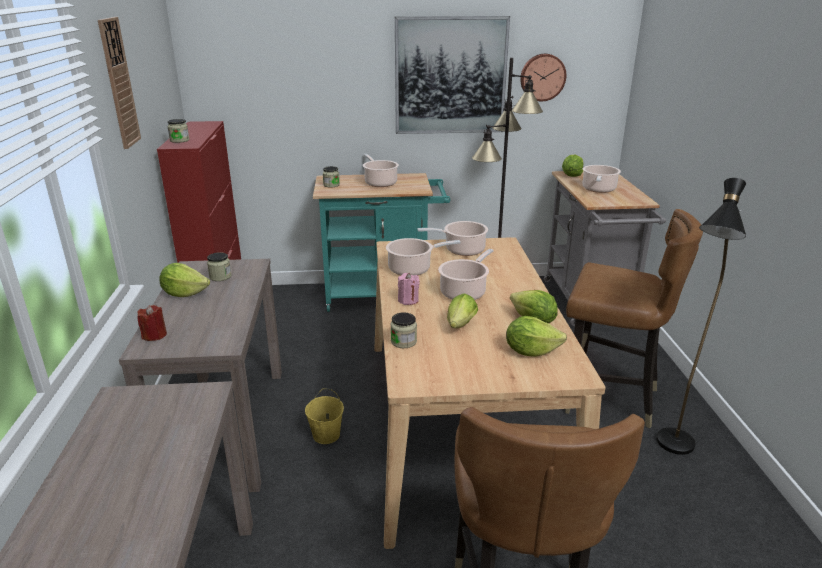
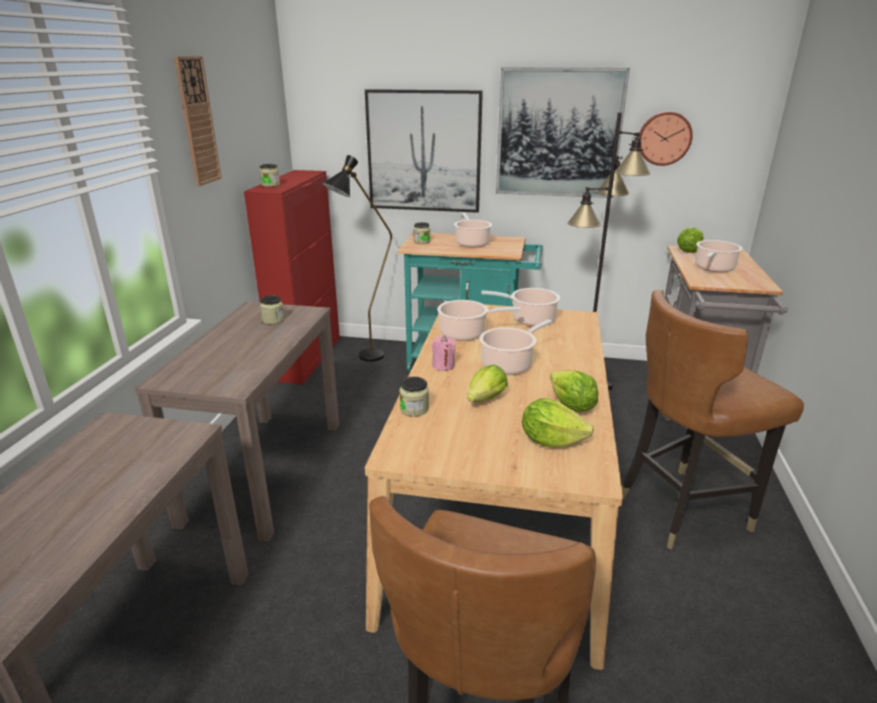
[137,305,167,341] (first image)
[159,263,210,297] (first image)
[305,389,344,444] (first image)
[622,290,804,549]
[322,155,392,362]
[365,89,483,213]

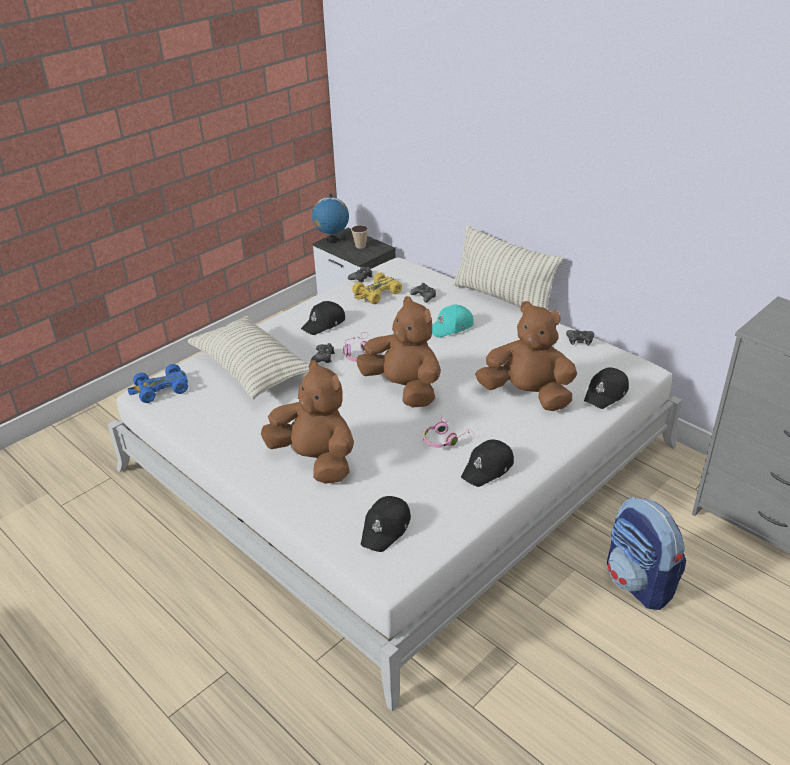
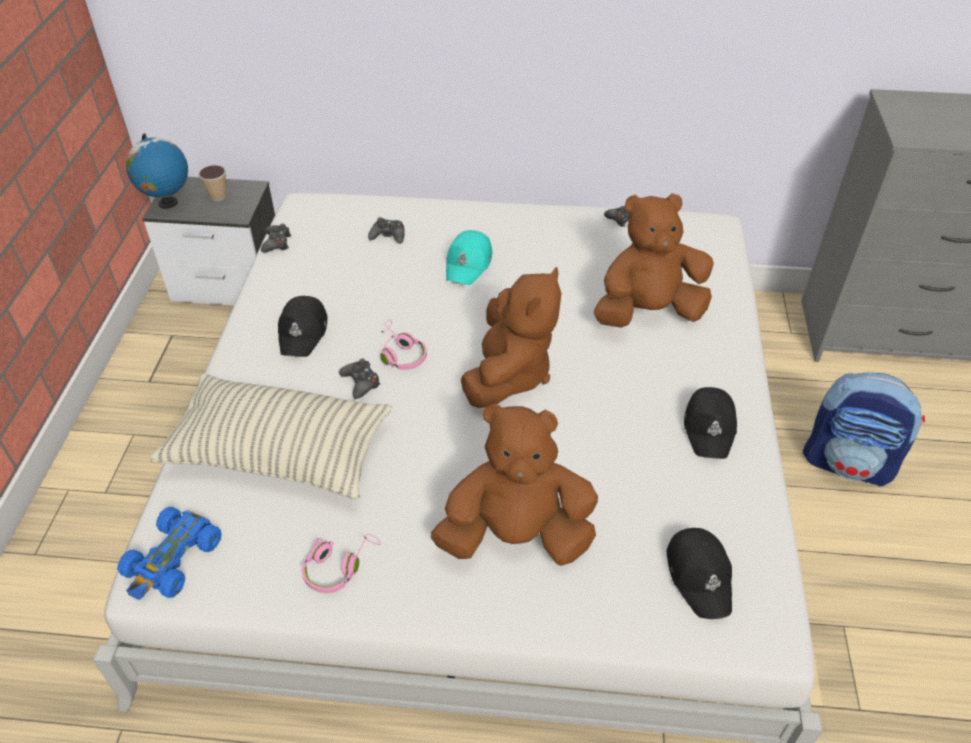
[352,272,402,304] (first image)
[461,267,561,408]
[302,534,381,593]
[453,225,563,309] (first image)
[584,367,629,409] (first image)

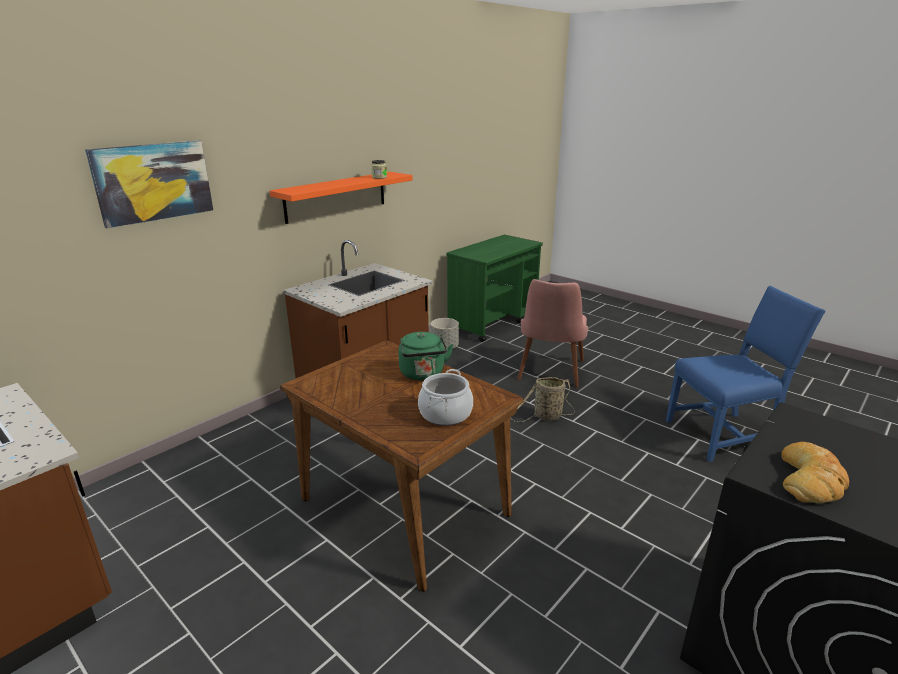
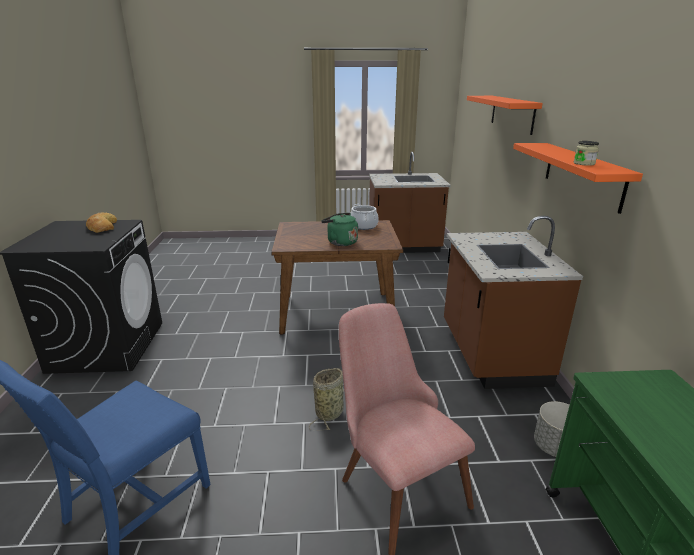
[467,96,543,135]
[350,204,379,230]

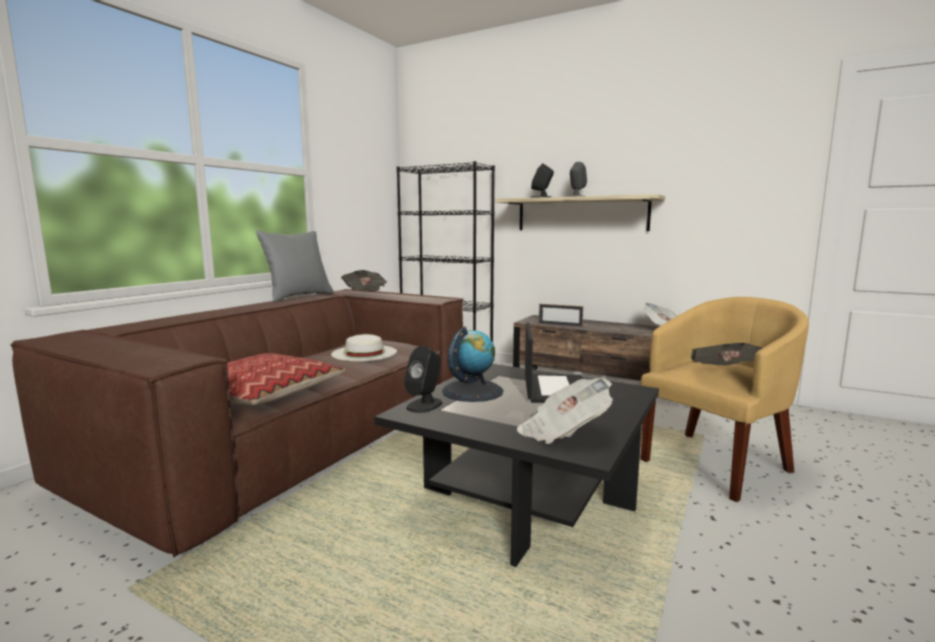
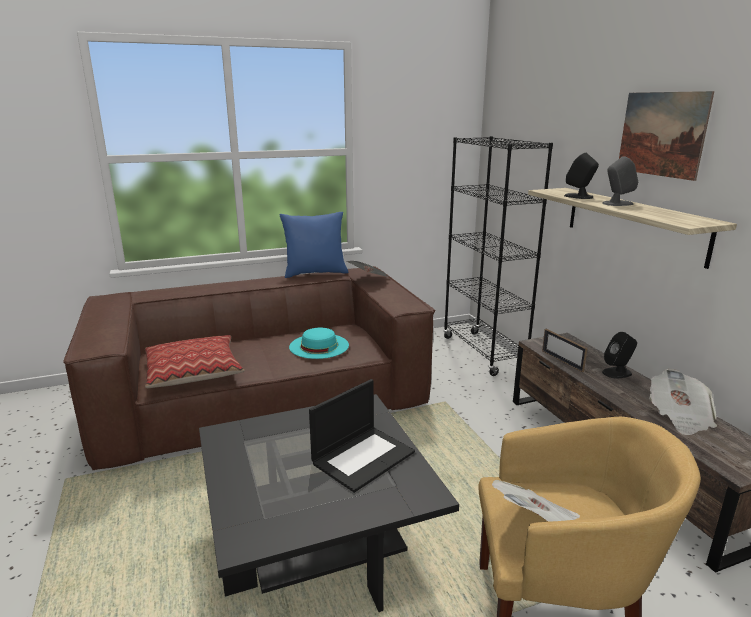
[280,212,349,278]
[289,327,349,359]
[602,332,637,378]
[442,326,504,402] (first image)
[517,378,613,444] (first image)
[619,91,714,181]

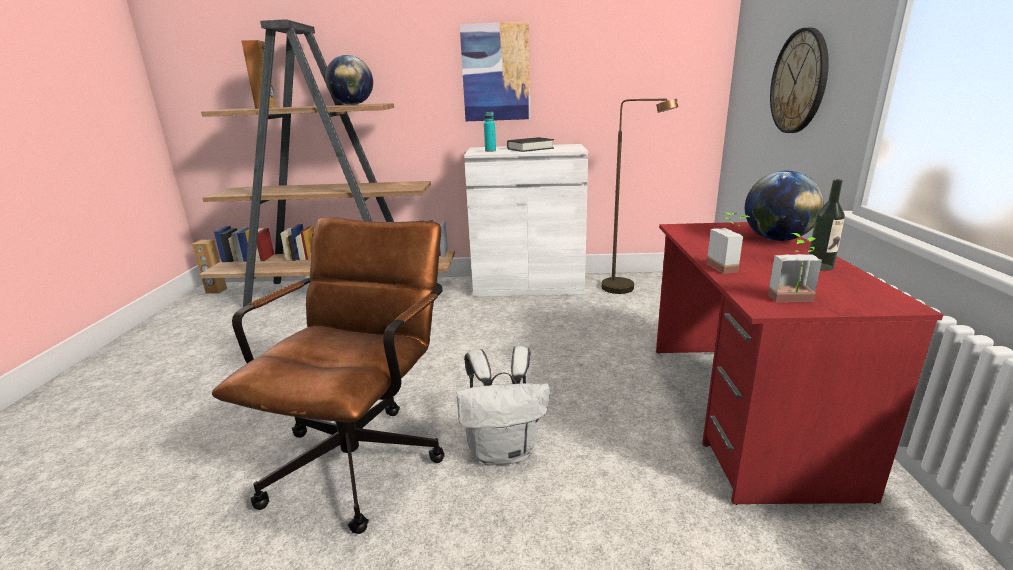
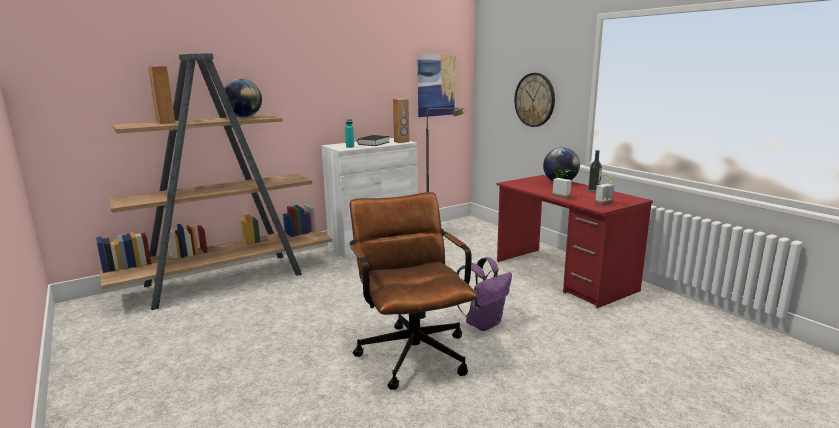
[393,99,409,143]
[457,257,512,331]
[418,55,456,117]

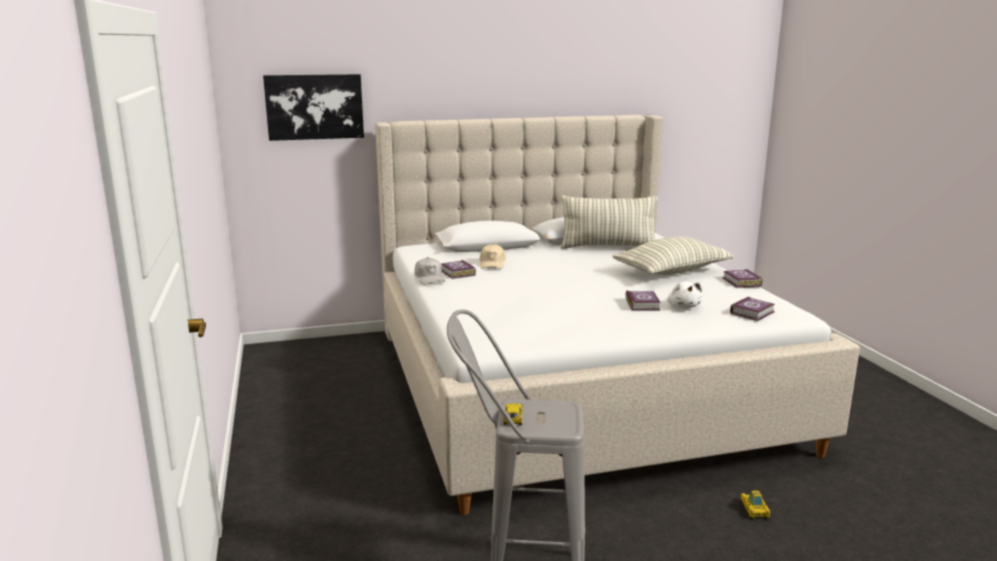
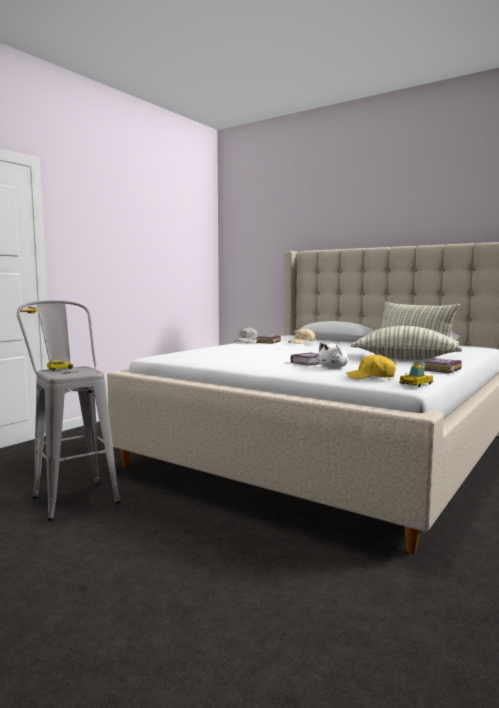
[263,74,364,141] (first image)
[346,354,396,379]
[399,363,433,387]

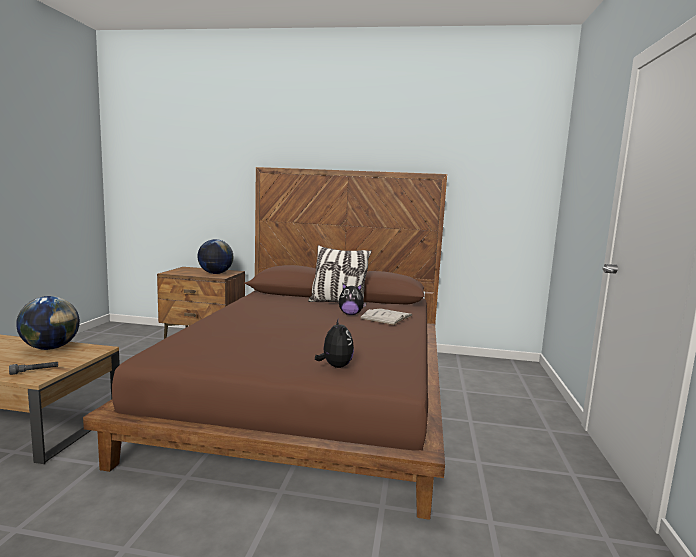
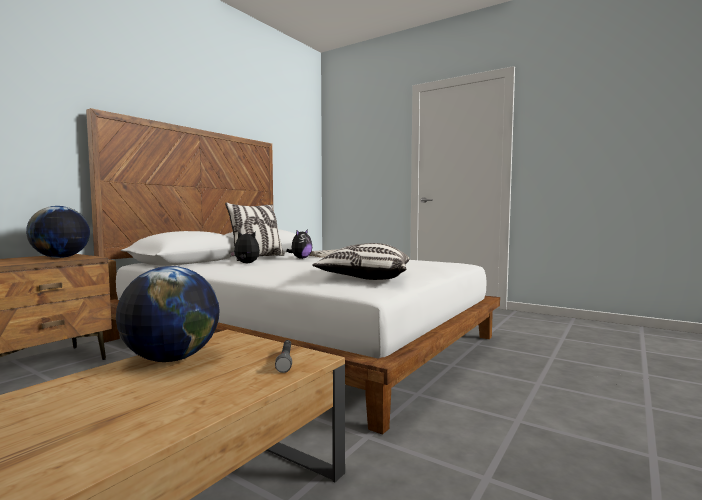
[86,108,500,434]
[230,231,260,264]
[312,243,410,280]

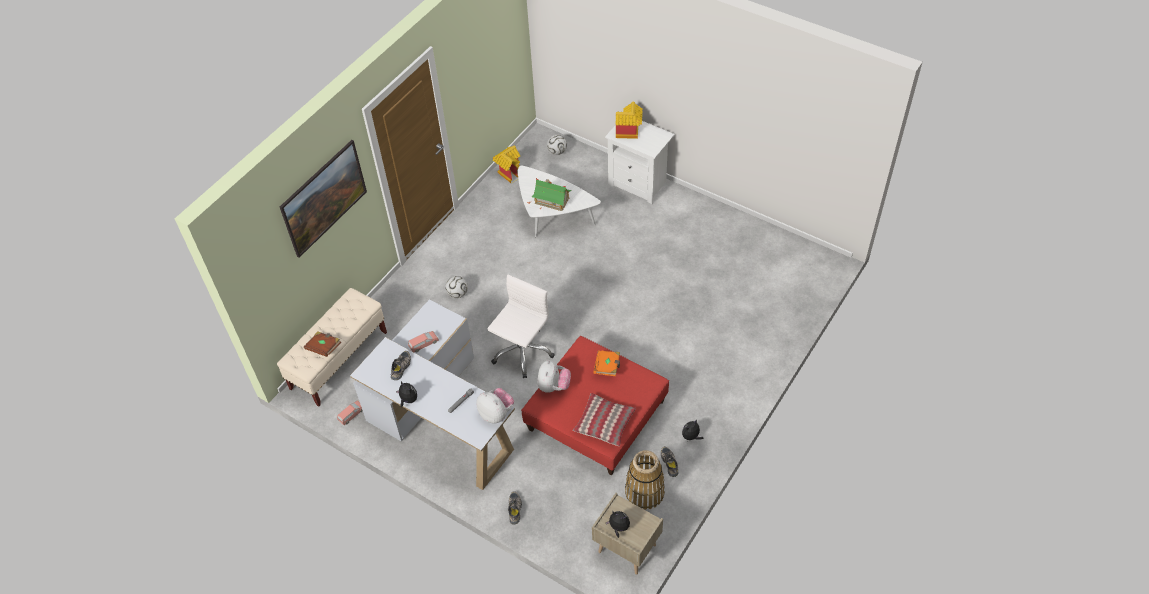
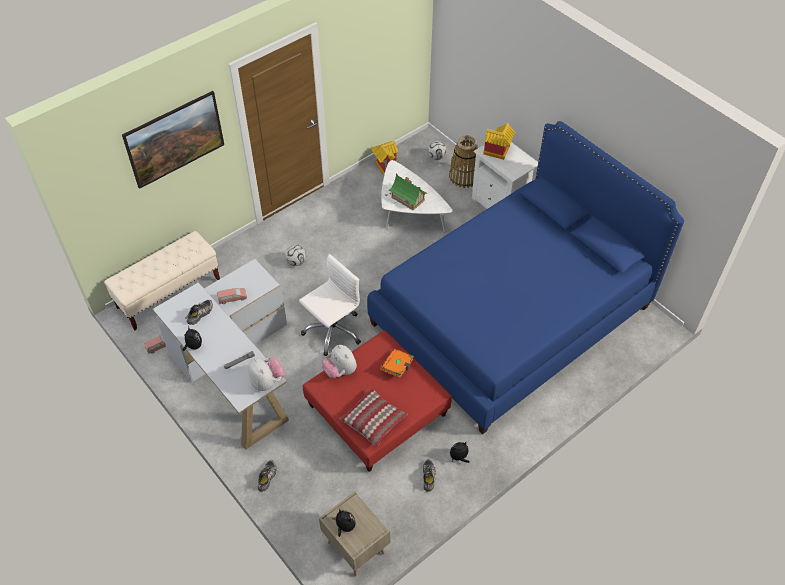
[304,331,341,357] (first image)
[322,345,357,378]
[449,135,478,188]
[367,121,684,434]

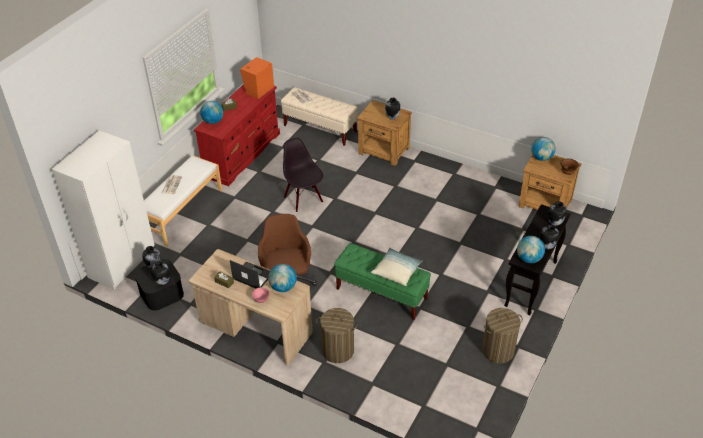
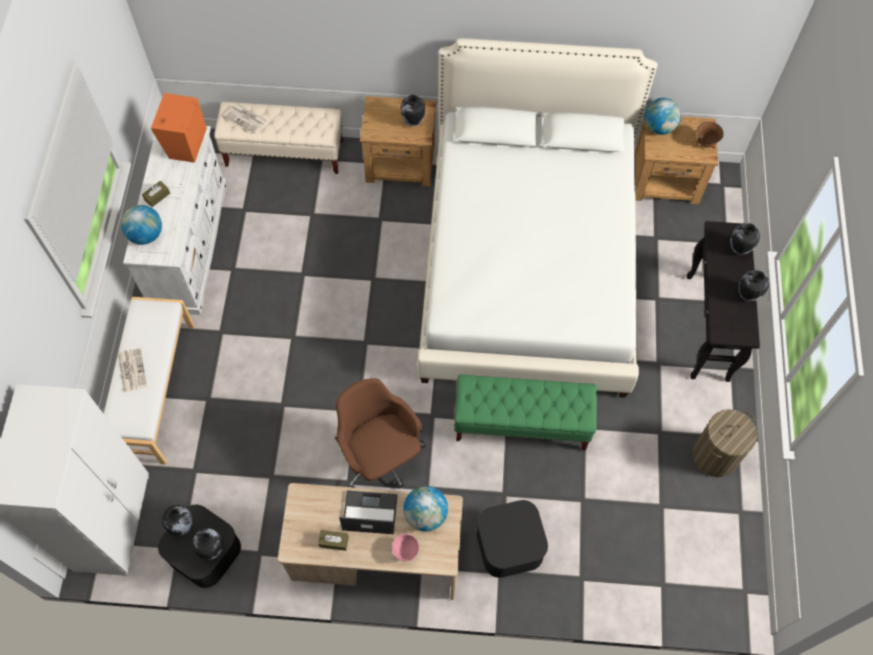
[123,126,227,315]
[283,138,323,212] (first image)
[477,500,548,578]
[371,248,423,286] (first image)
[517,236,545,263] (first image)
[417,38,658,398]

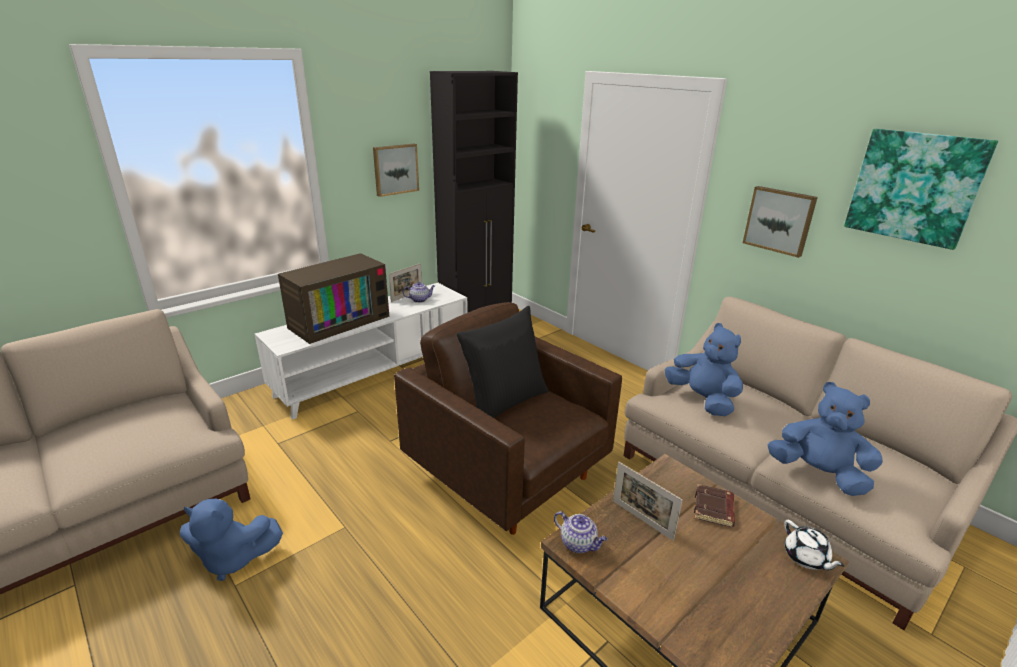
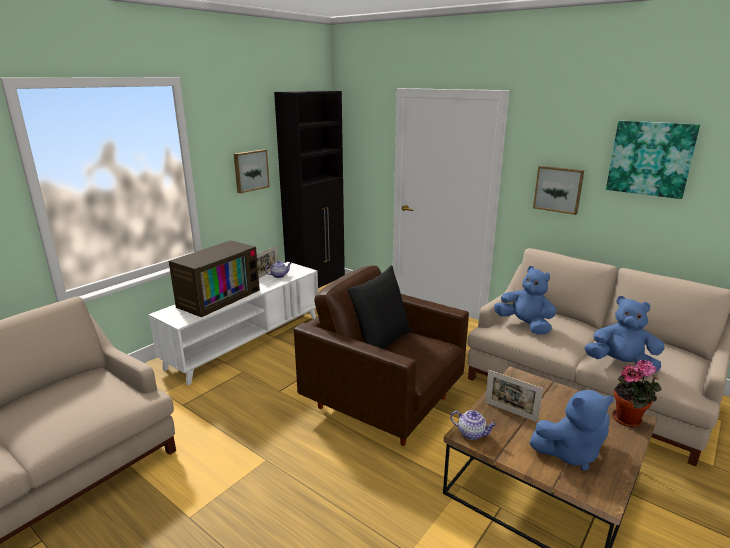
[529,390,614,471]
[694,484,735,527] (first image)
[612,360,662,427]

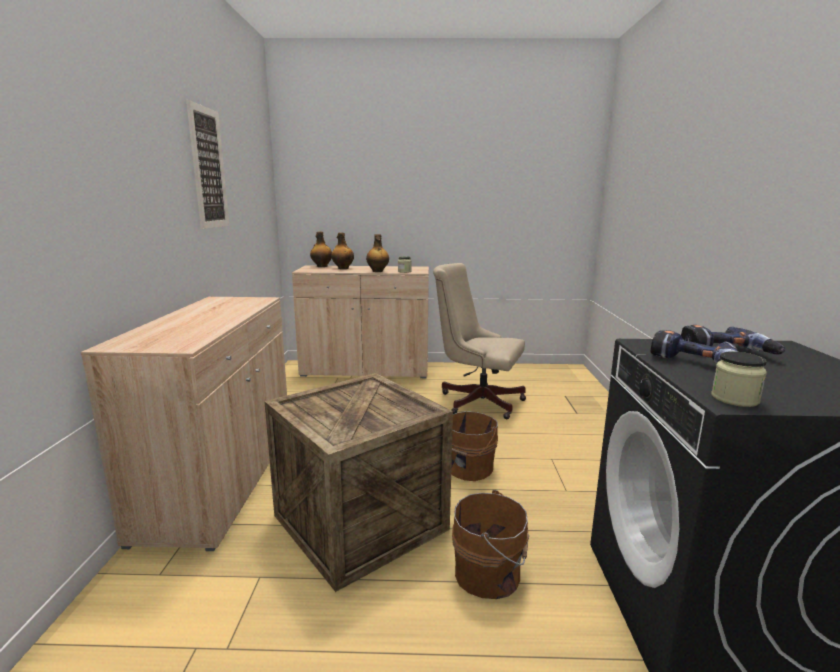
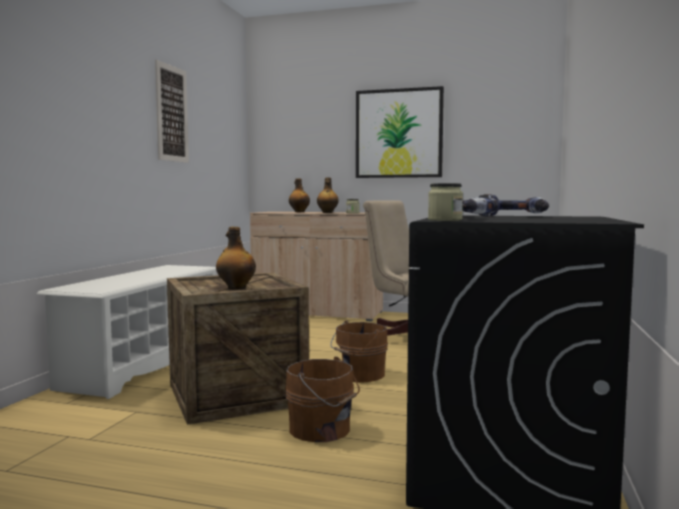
[37,265,216,399]
[216,227,256,290]
[356,86,444,178]

